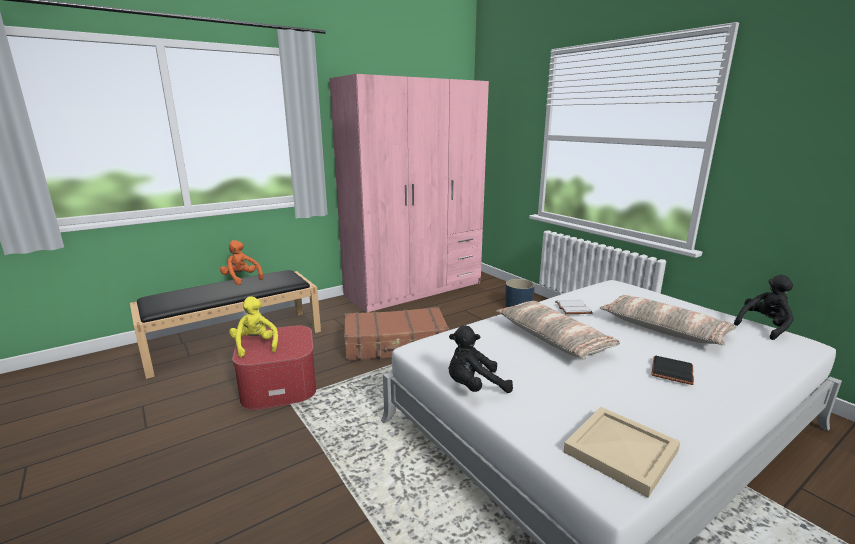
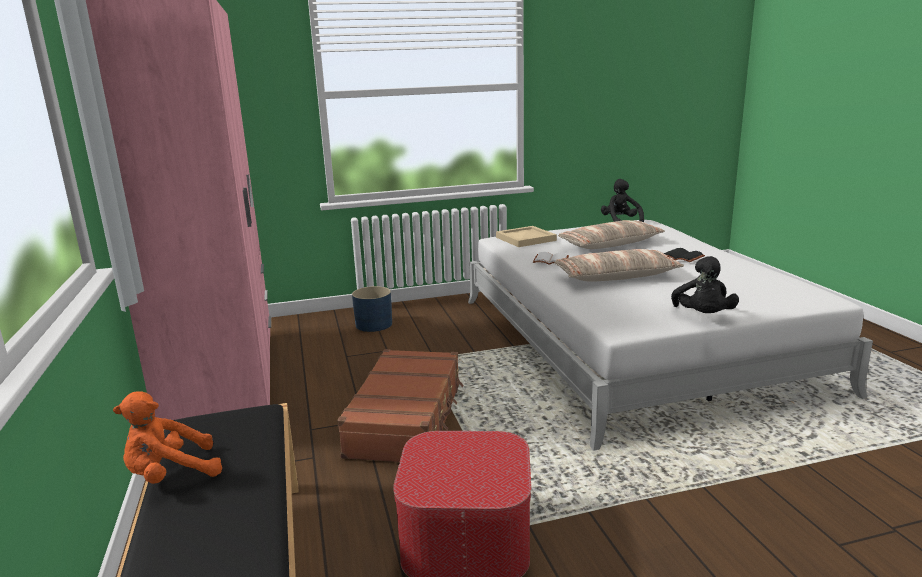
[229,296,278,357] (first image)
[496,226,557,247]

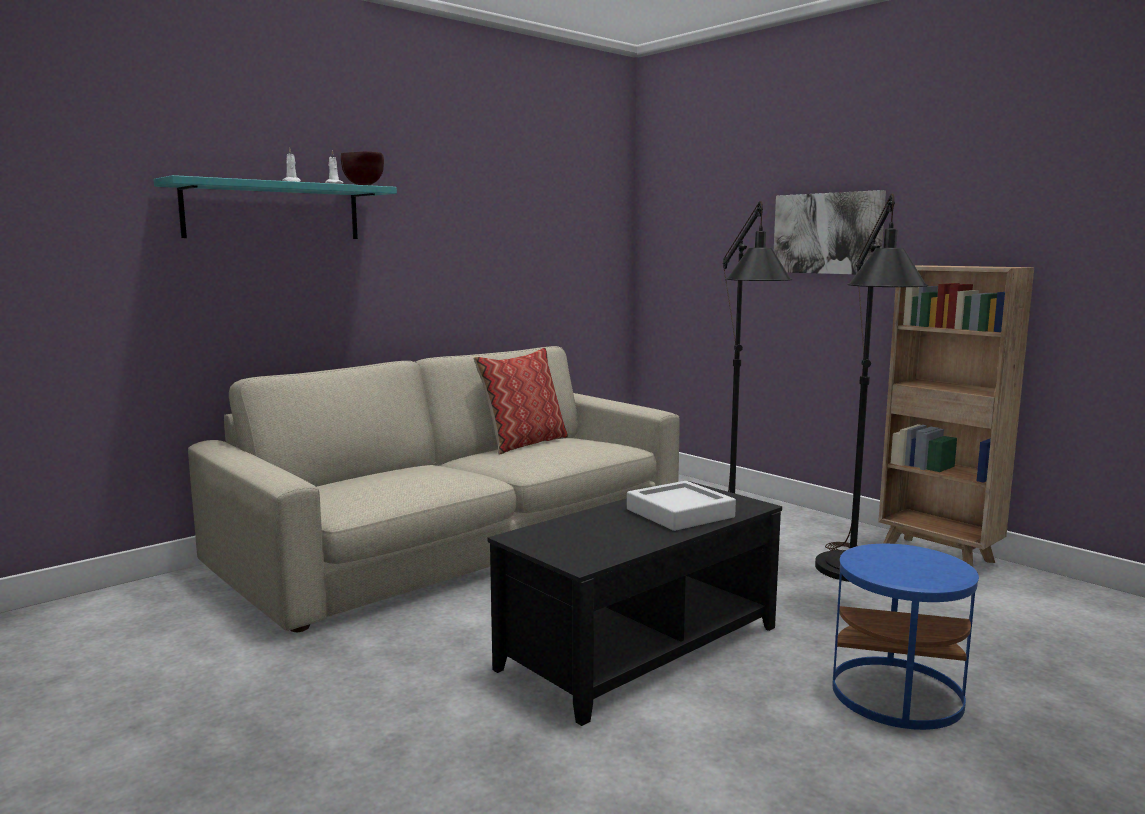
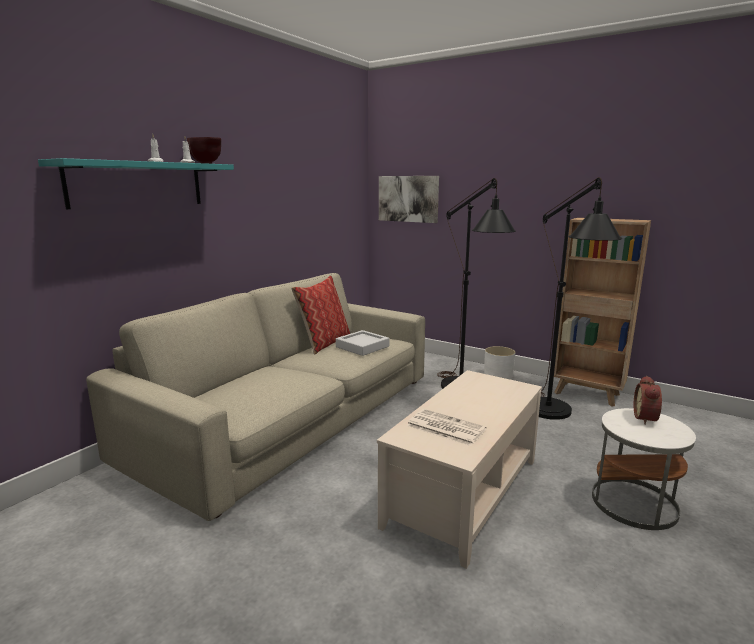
[377,370,542,569]
[336,330,389,356]
[379,176,439,223]
[592,408,696,530]
[407,409,486,446]
[484,346,516,380]
[634,376,662,425]

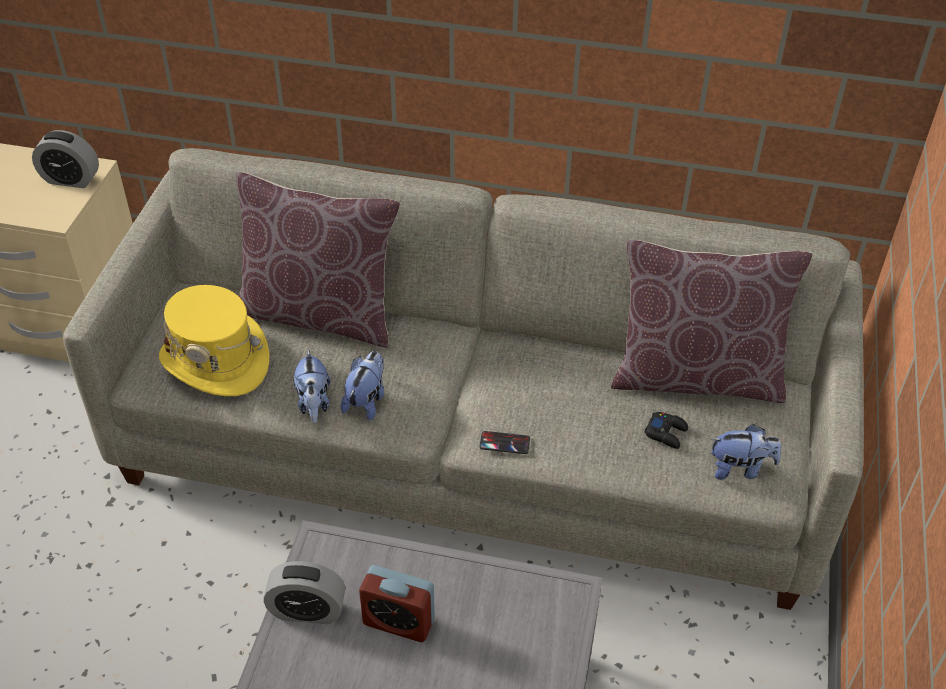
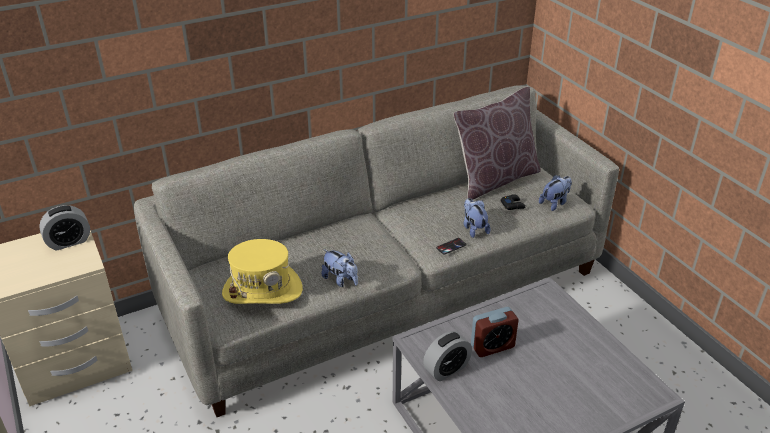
[236,172,400,347] (first image)
[464,198,490,238]

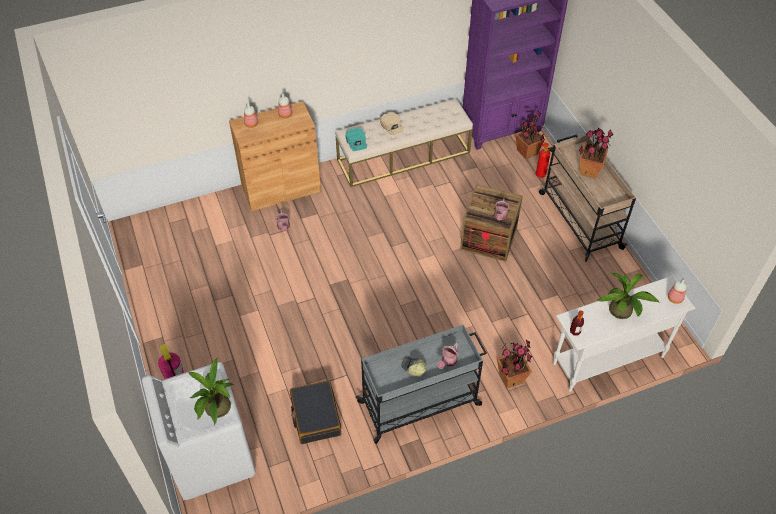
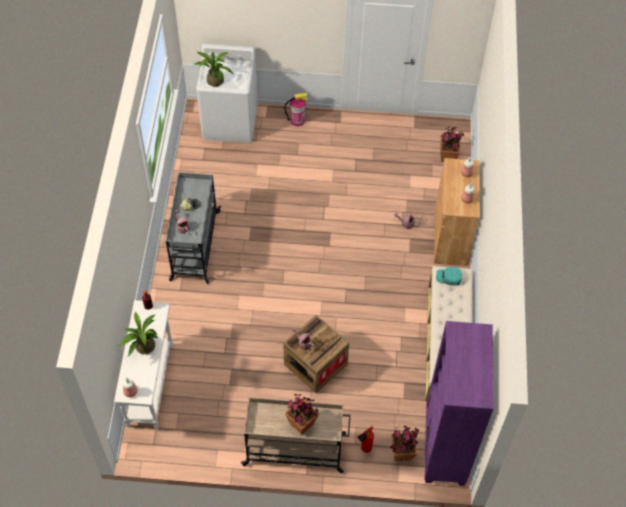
[290,380,341,444] (first image)
[380,112,404,135] (first image)
[440,126,464,162]

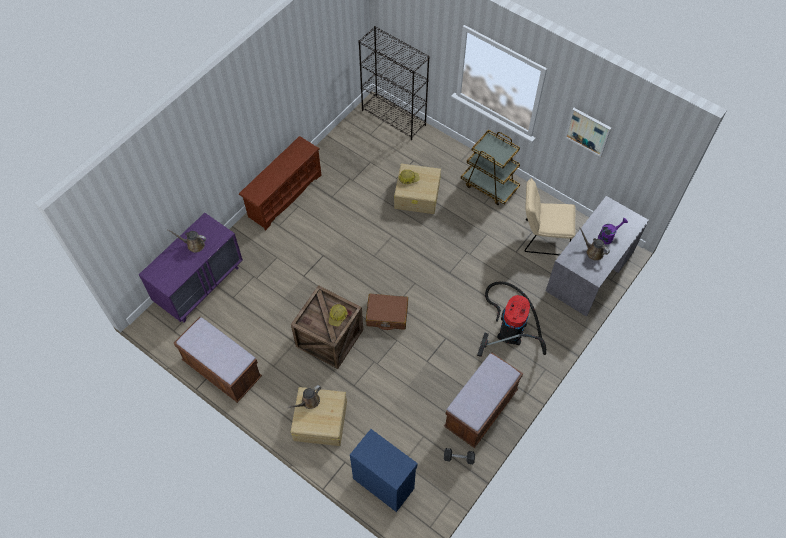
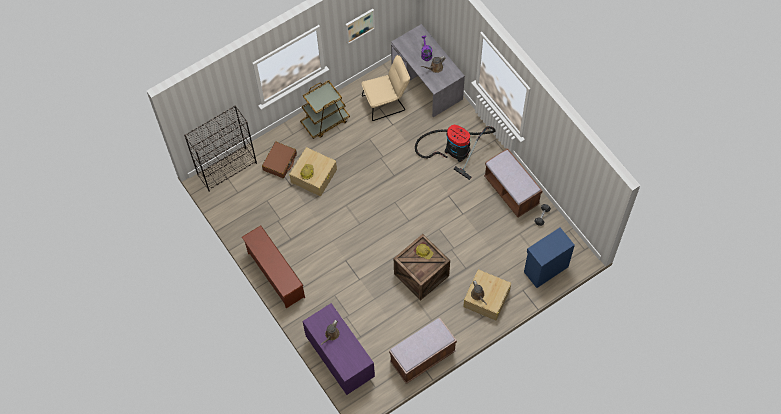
[262,141,297,178]
[362,55,410,121]

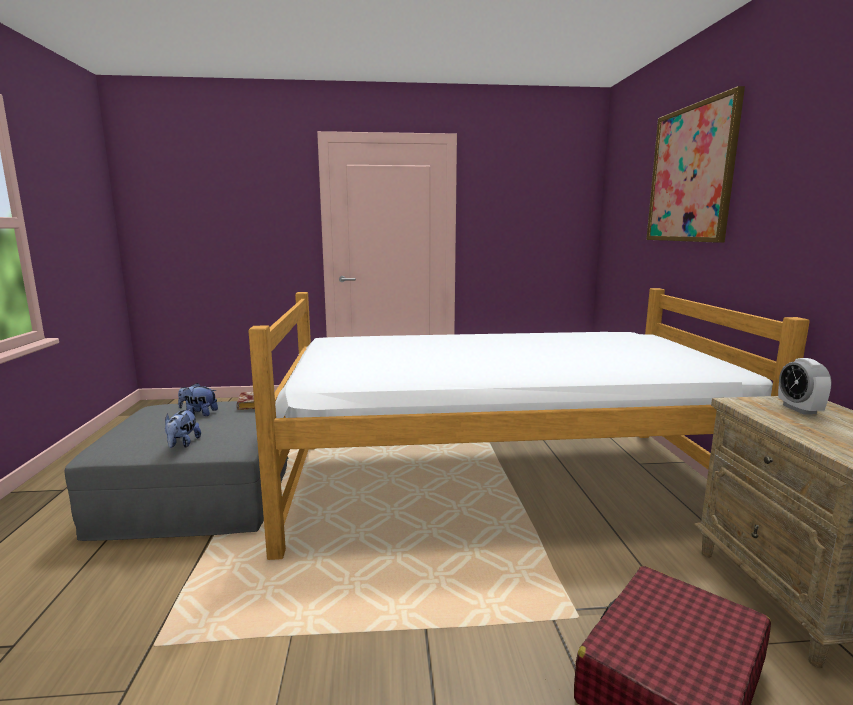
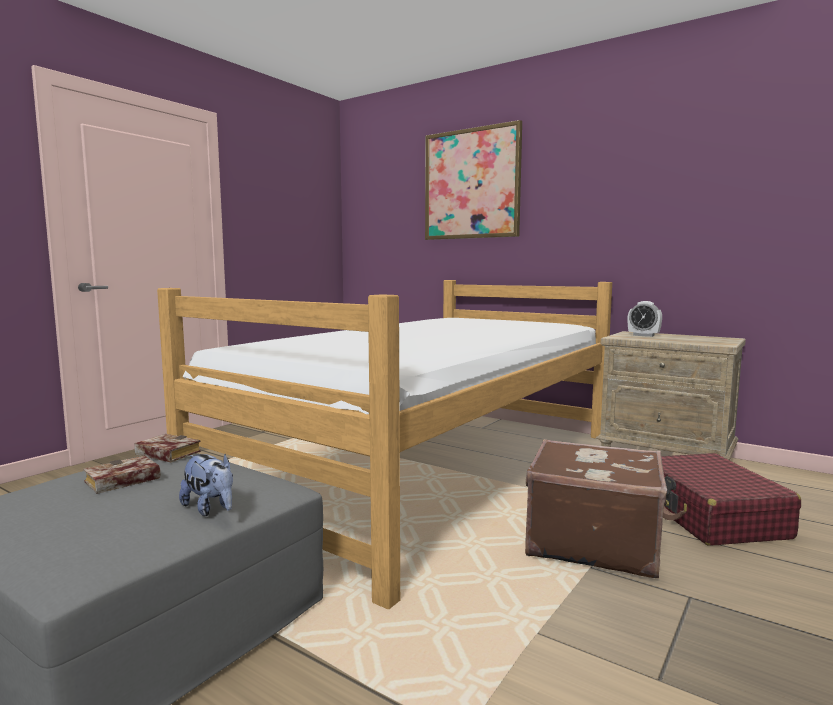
[83,456,161,494]
[525,439,667,578]

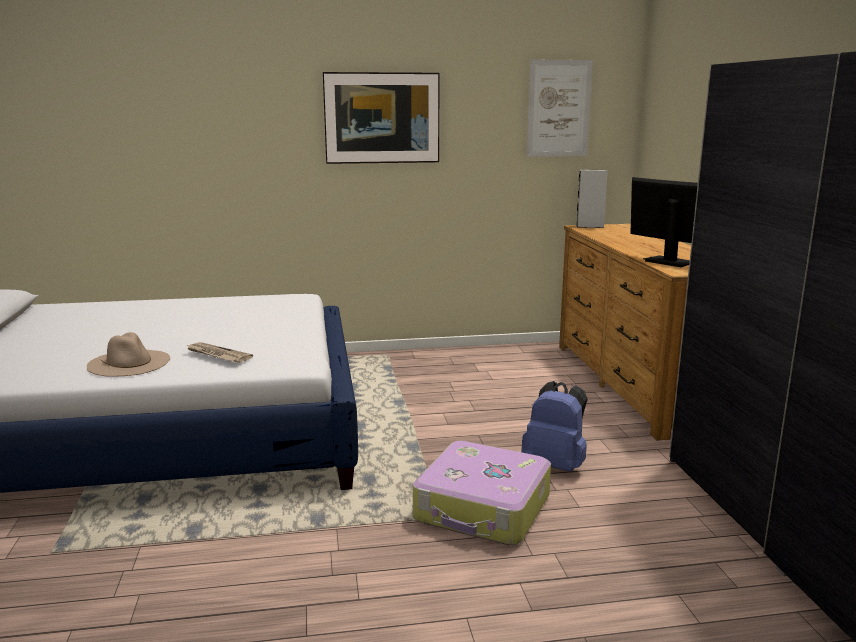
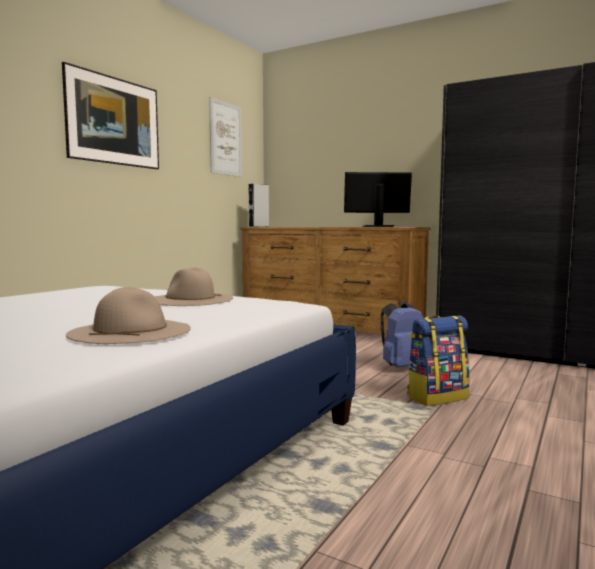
[186,342,253,363] (first image)
[407,315,470,406]
[154,267,233,306]

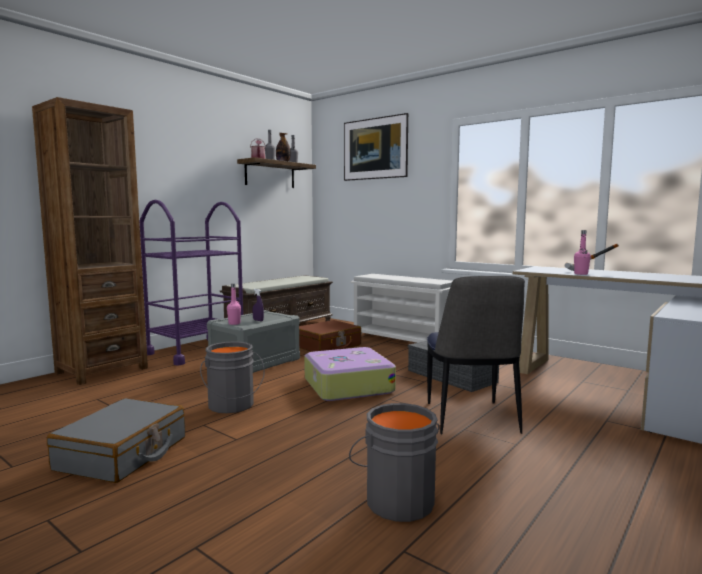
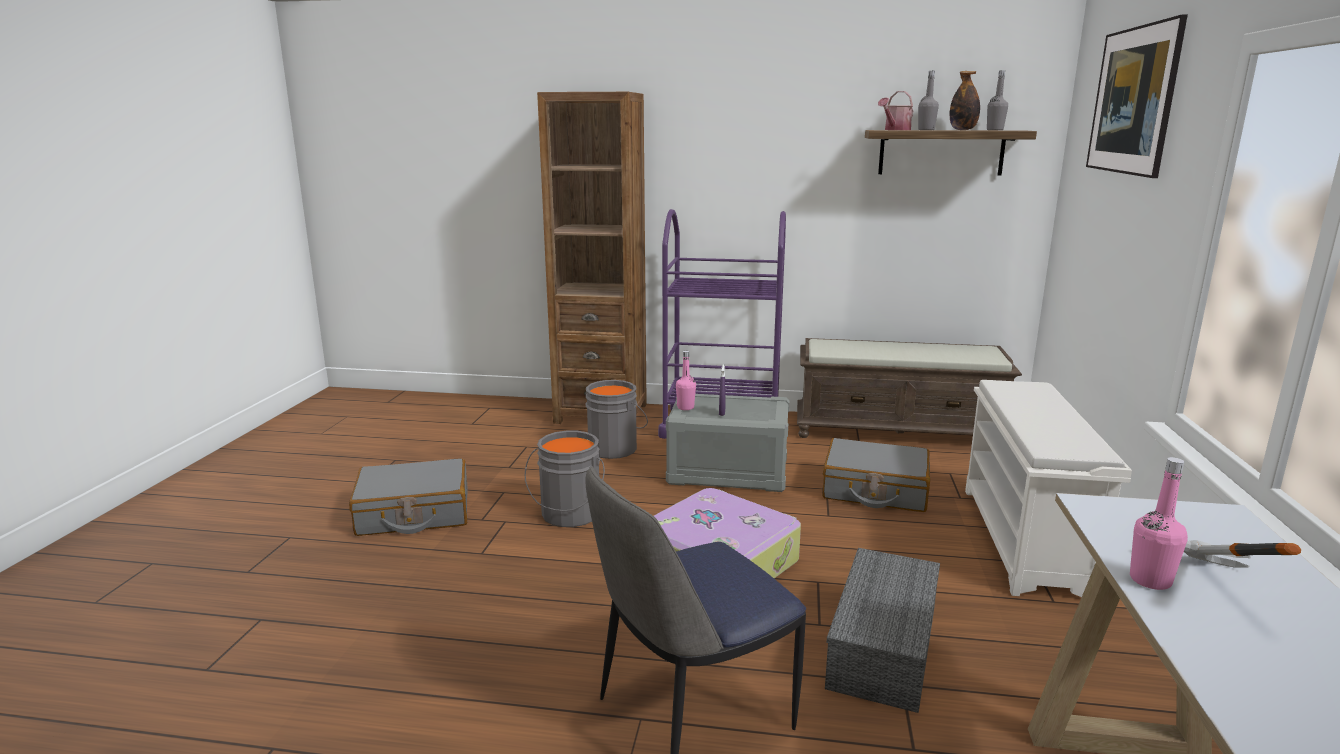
[822,438,930,512]
[585,380,648,459]

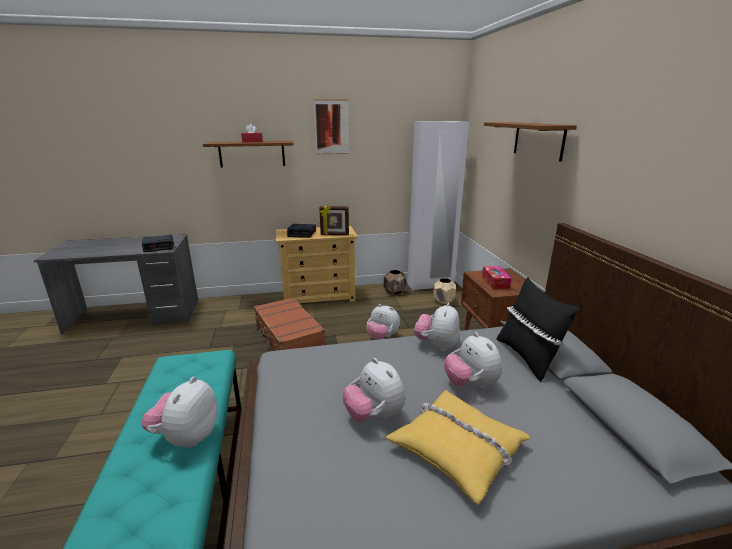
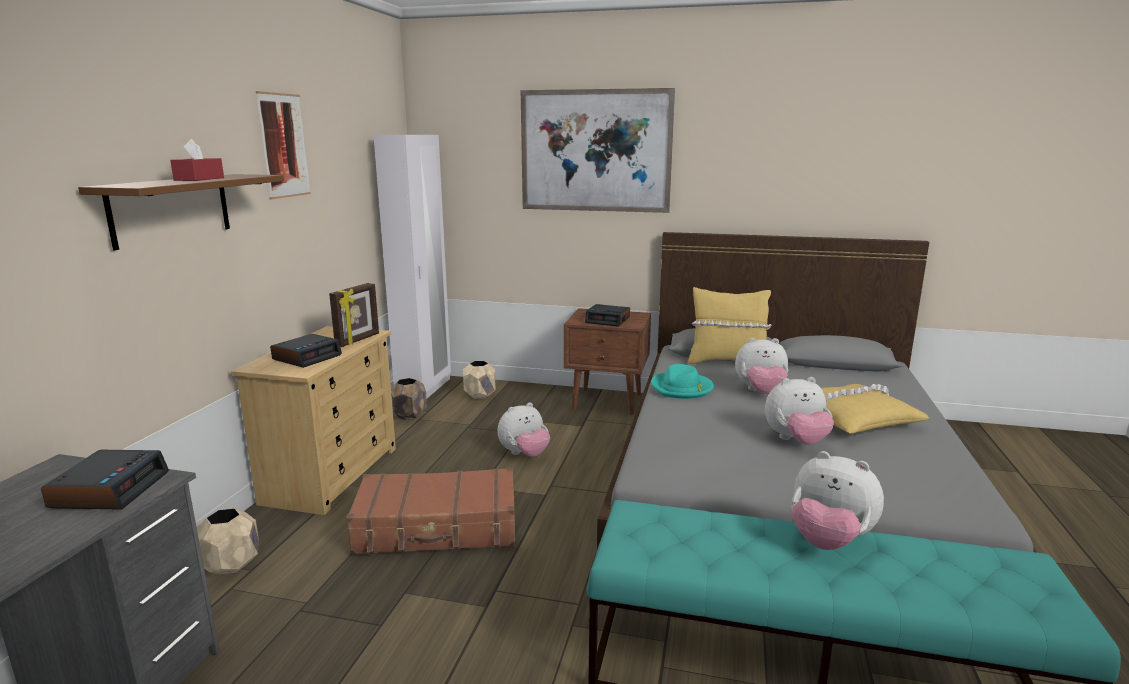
[651,364,714,399]
[585,304,630,327]
[521,88,675,213]
[688,287,771,364]
[197,508,259,575]

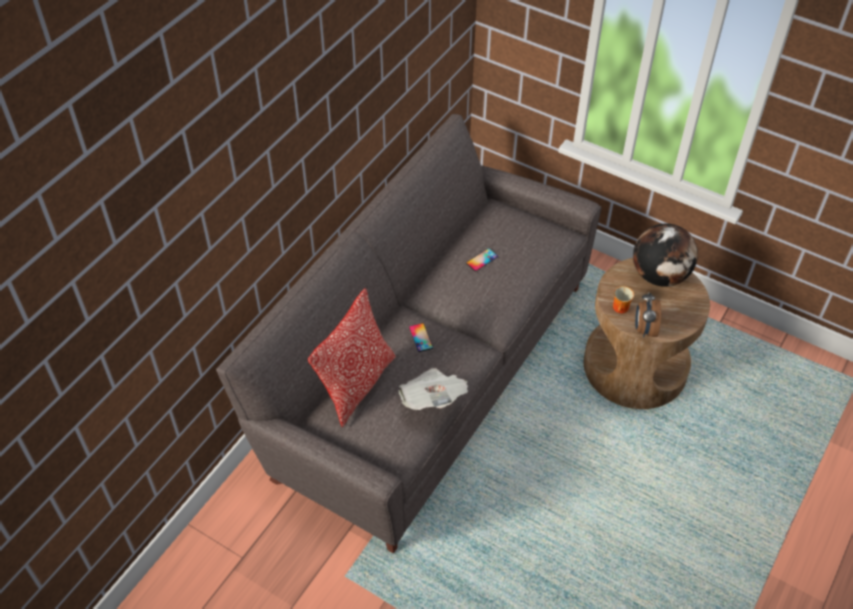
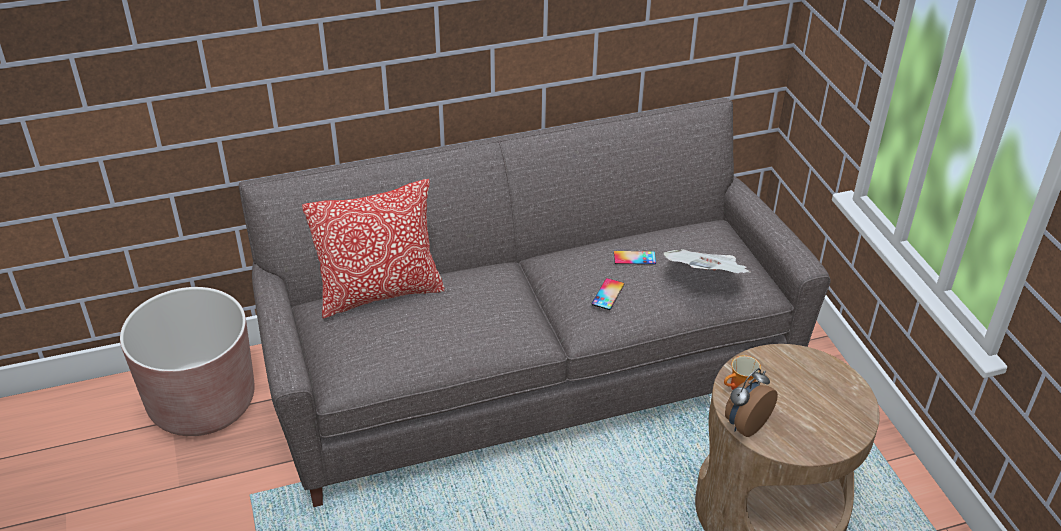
[663,249,751,273]
[592,278,625,310]
[633,223,698,287] (first image)
[120,287,255,436]

